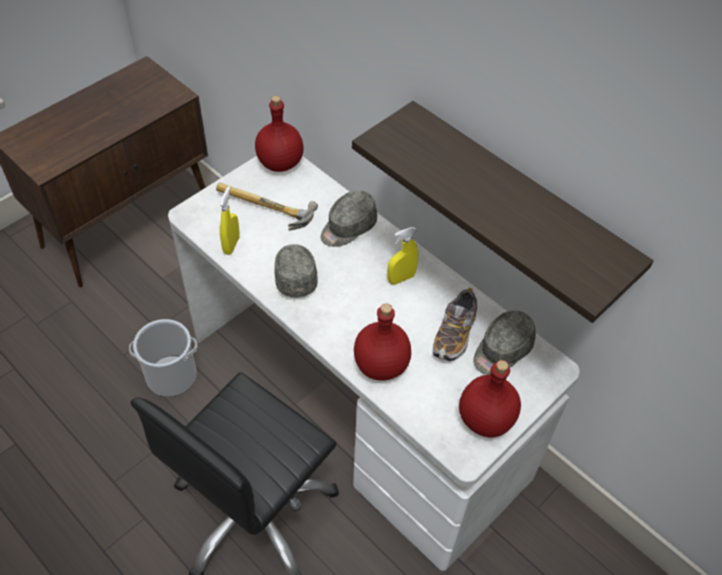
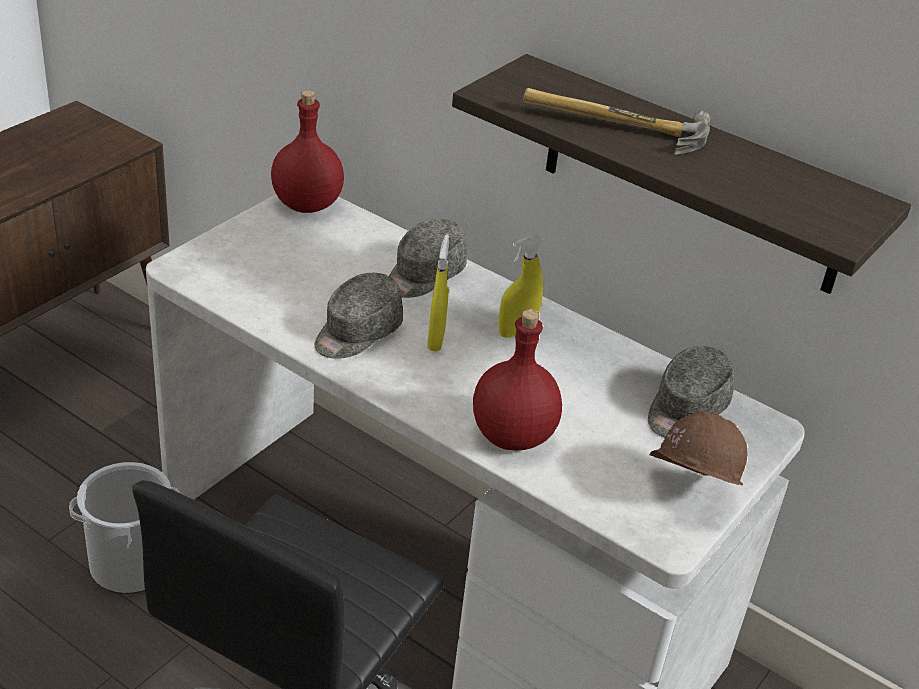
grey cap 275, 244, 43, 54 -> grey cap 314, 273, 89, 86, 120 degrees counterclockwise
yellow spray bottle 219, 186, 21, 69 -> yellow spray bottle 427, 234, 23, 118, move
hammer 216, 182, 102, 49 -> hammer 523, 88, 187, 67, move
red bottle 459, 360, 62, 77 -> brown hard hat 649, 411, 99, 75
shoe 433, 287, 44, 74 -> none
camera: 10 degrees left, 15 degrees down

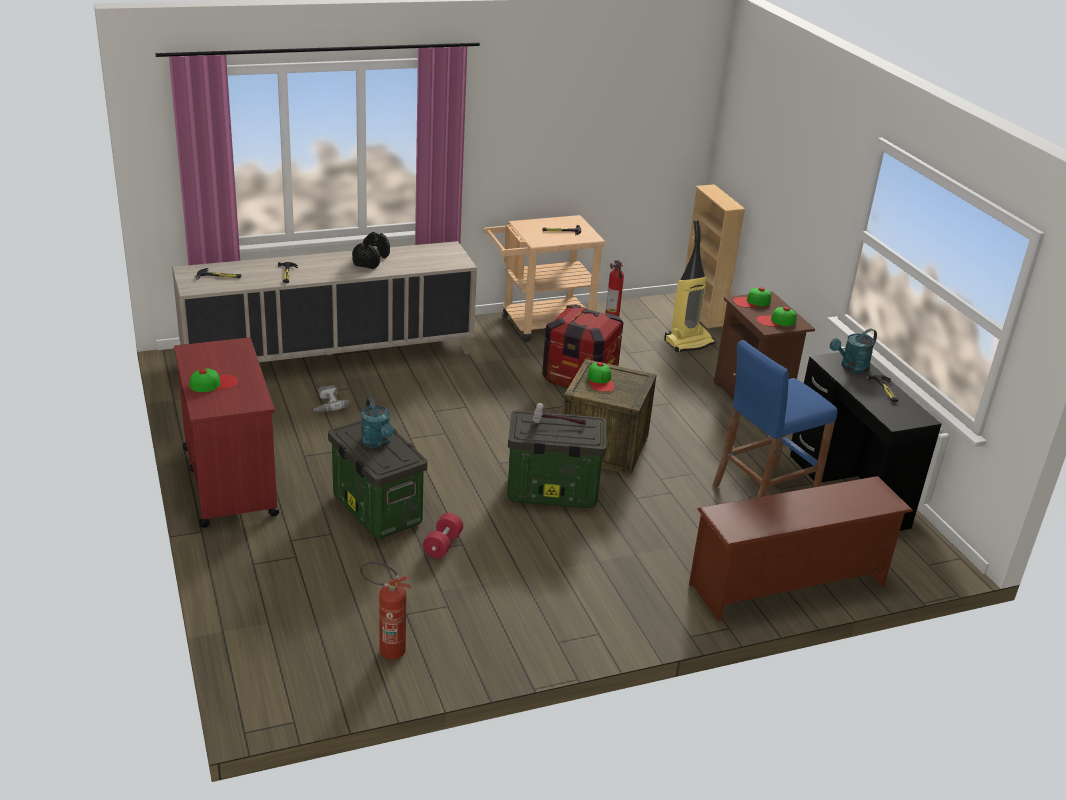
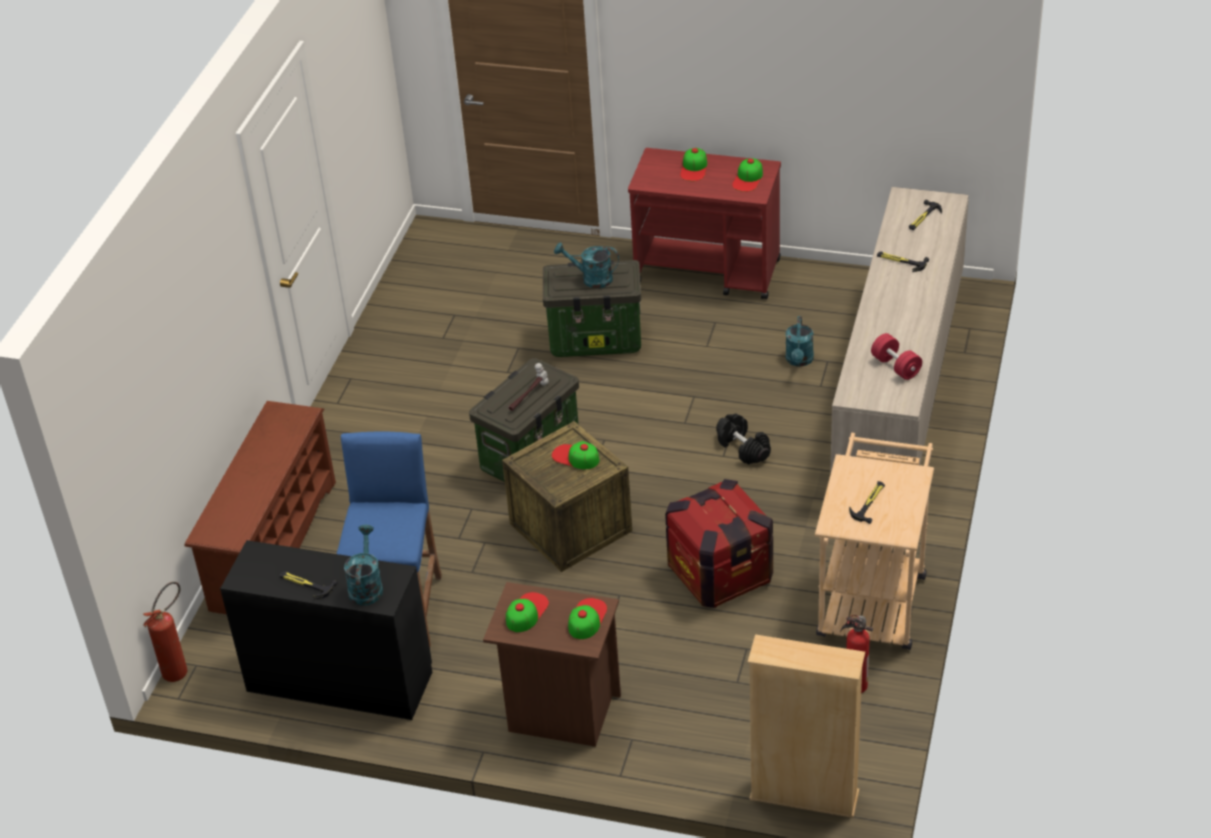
fire extinguisher 360, 561, 52, 99 -> fire extinguisher 143, 582, 44, 100, move
black dumbbell 352, 232, 38, 37 -> black dumbbell 716, 414, 55, 50, move
none -> cap 732, 158, 31, 34
power drill 313, 385, 36, 27 -> turquoise watering can 786, 316, 28, 51
red dumbbell 423, 513, 40, 45 -> red dumbbell 871, 333, 51, 47, move
vacuum cleaner 664, 220, 51, 132 -> none
camera: 130 degrees right, 10 degrees up

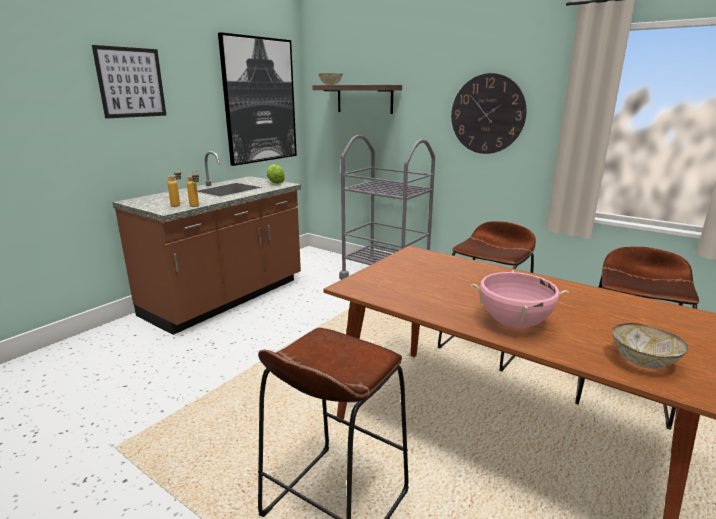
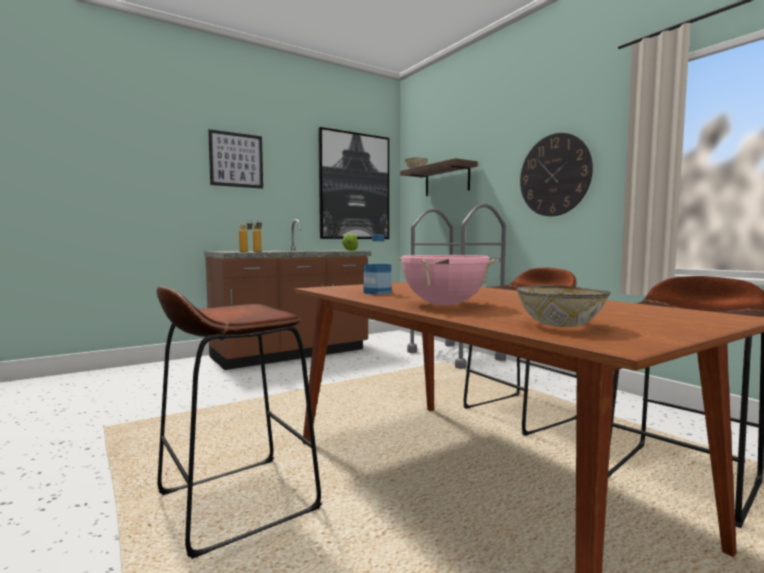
none -> bottle 363, 234, 29, 61
camera: 20 degrees right, 15 degrees down

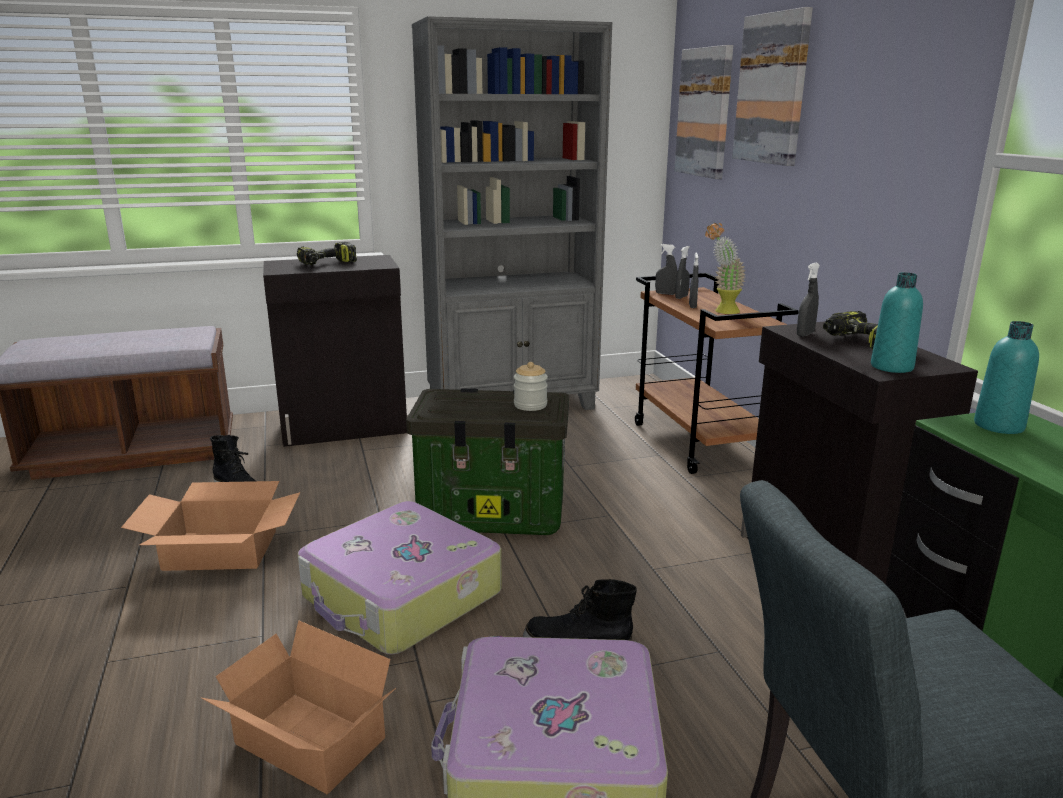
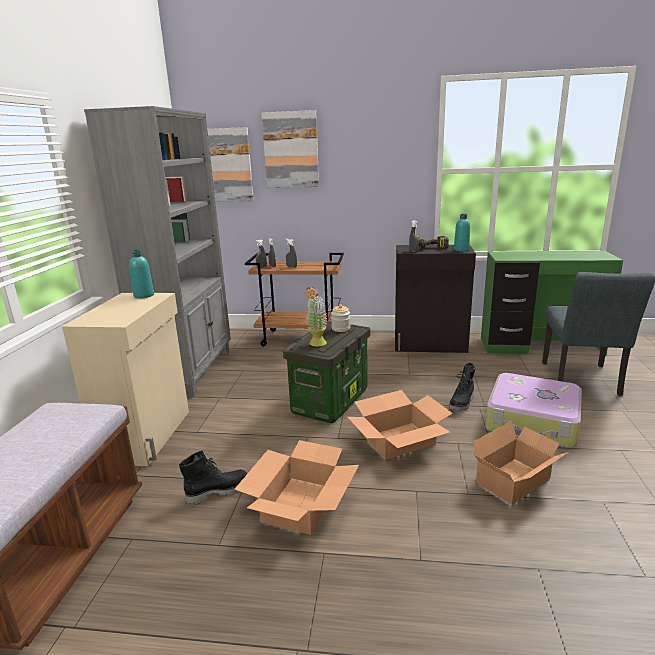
black cabinet 263, 255, 144, 192 -> beige cabinet 62, 293, 127, 173
turquoise bottle 974, 321, 65, 113 -> turquoise bottle 129, 250, 25, 48, move
potted plant 705, 223, 41, 91 -> potted plant 304, 286, 24, 60, move
suitcase 298, 501, 204, 154 -> cardboard box 347, 390, 106, 70
power drill 297, 242, 60, 23 -> none
camera: 65 degrees left, 0 degrees up

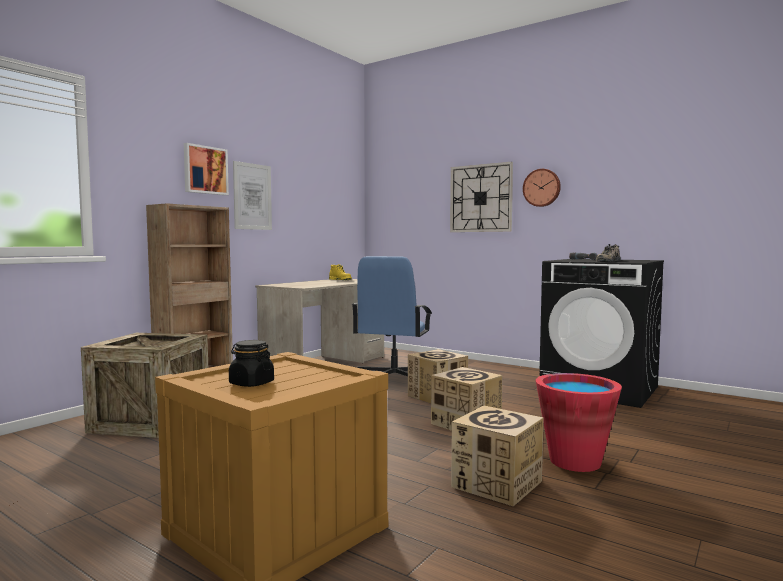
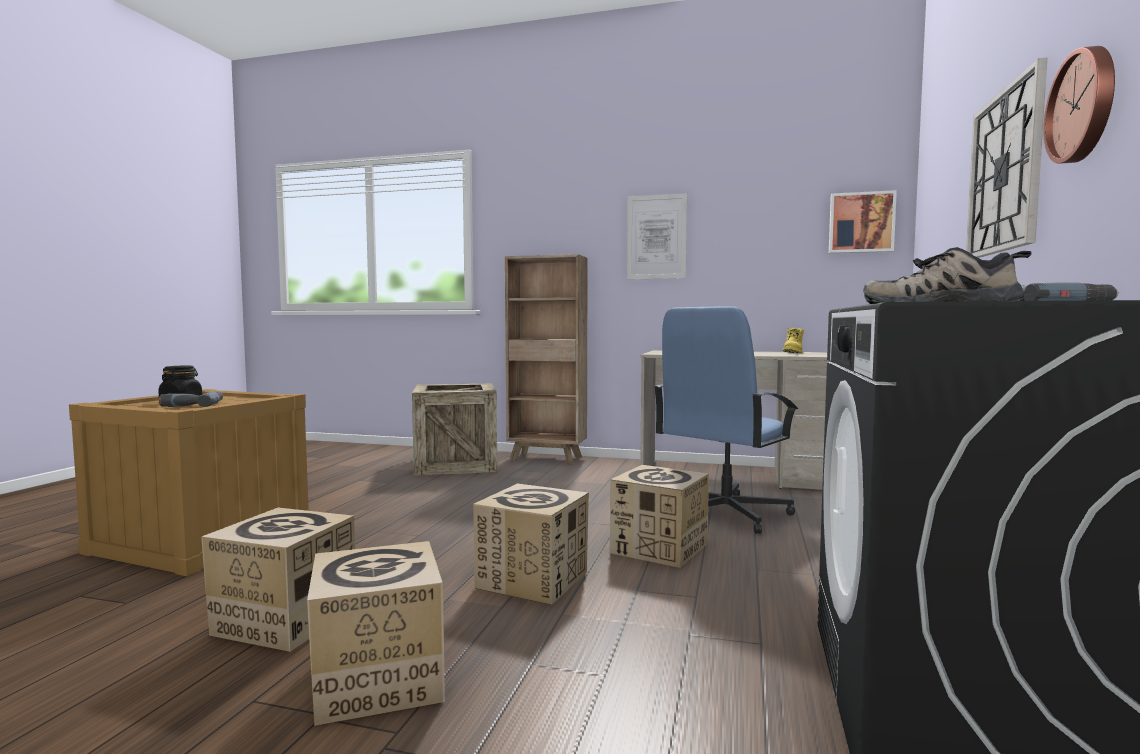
none -> power drill 159, 391, 64, 16
red bucket 536, 373, 86, 99 -> cardboard box 307, 541, 138, 185
blue office chair 352, 256, 80, 120 -> blue office chair 653, 306, 145, 228, 45 degrees counterclockwise
picture 184, 143, 45, 52 -> picture 829, 190, 68, 63, move
camera: 70 degrees right, 0 degrees up

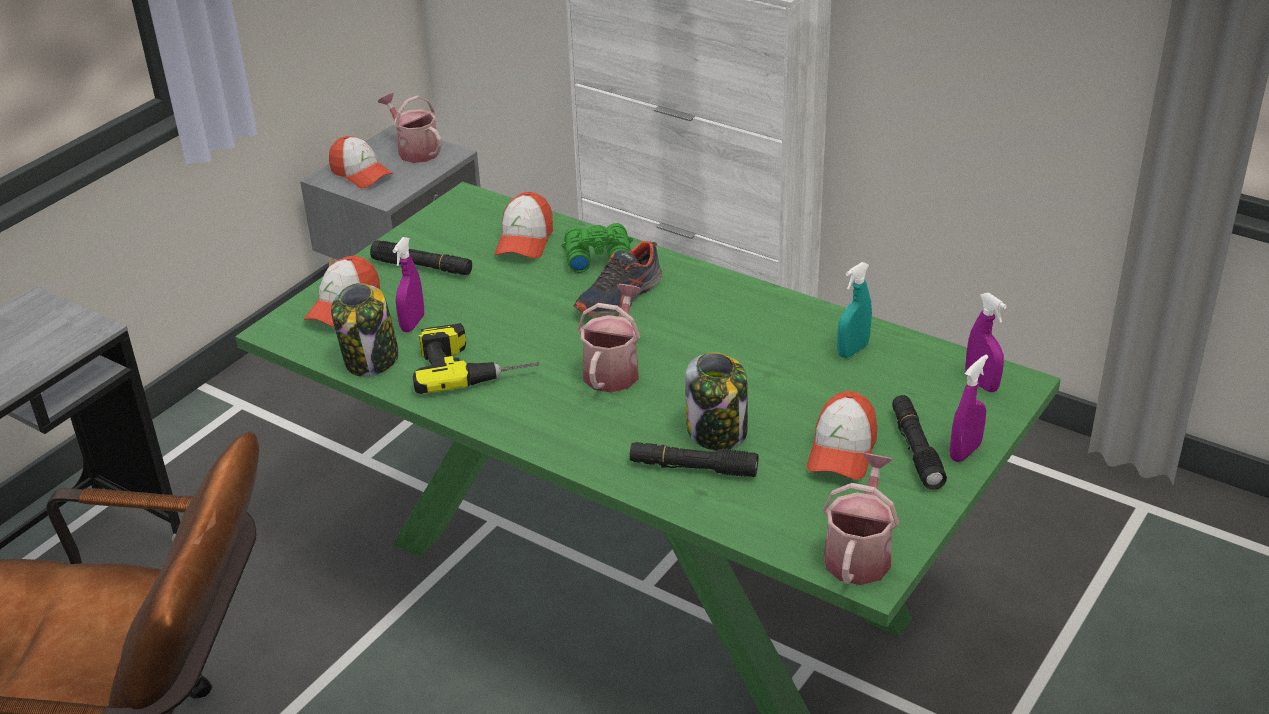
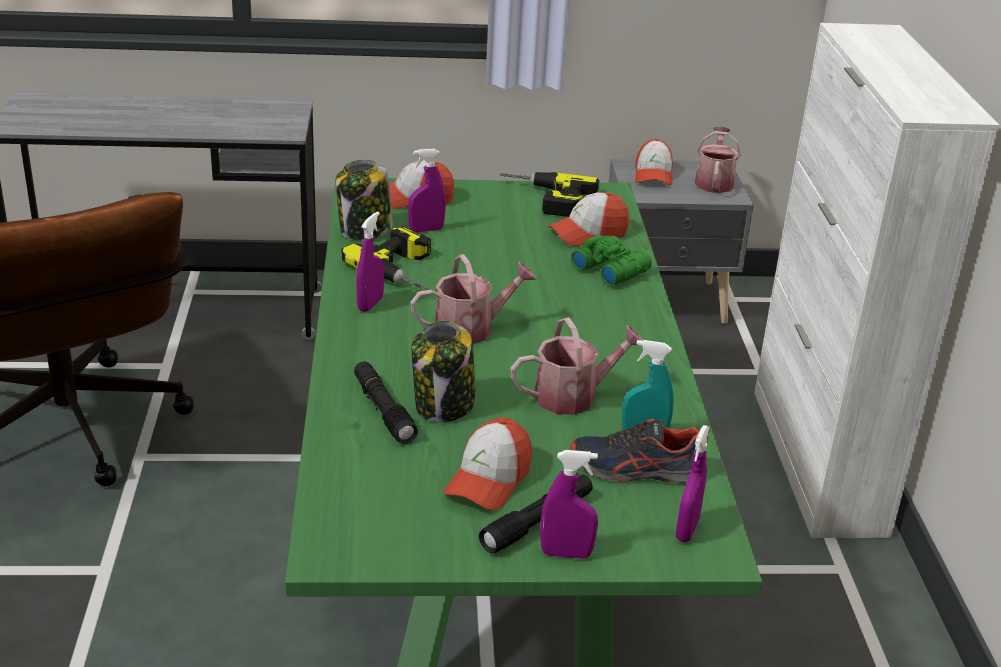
none -> purple spray bottle 356, 211, 28, 101
cap 807, 391, 70, 89 -> cap 444, 417, 88, 93, 45 degrees counterclockwise
none -> power drill 500, 172, 100, 45
watering can 823, 453, 76, 132 -> watering can 511, 317, 132, 98, move
shoe 574, 241, 89, 76 -> shoe 570, 419, 139, 64, move
black flashlight 370, 240, 102, 35 -> none
camera: 50 degrees right, 5 degrees down

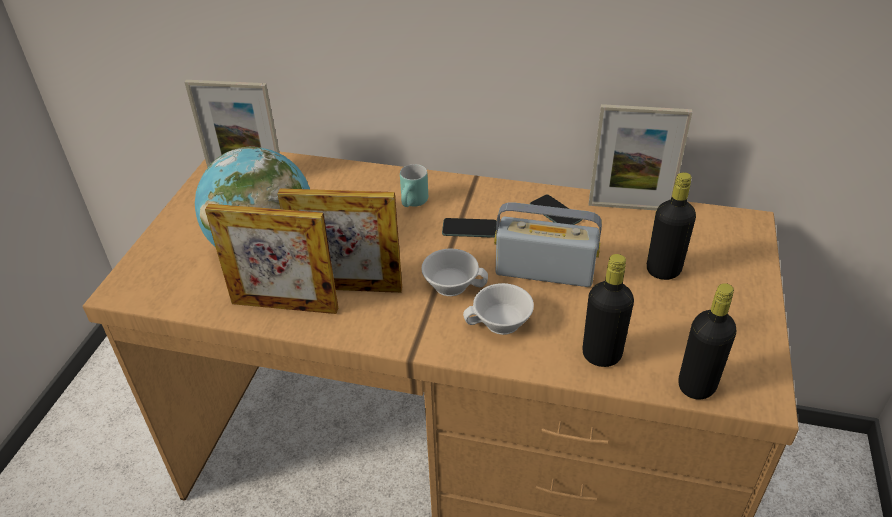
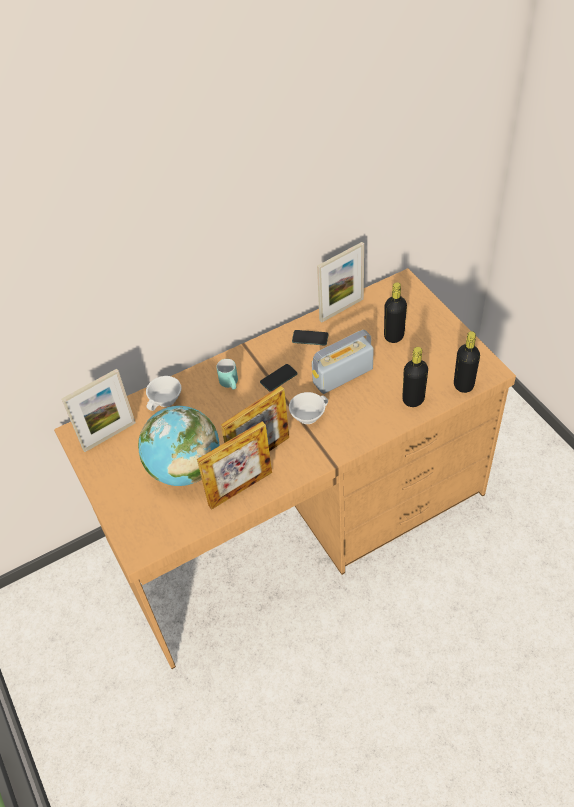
white cup 463, 283, 71, 52 -> white cup 146, 376, 35, 35, move
camera: 40 degrees left, 10 degrees up

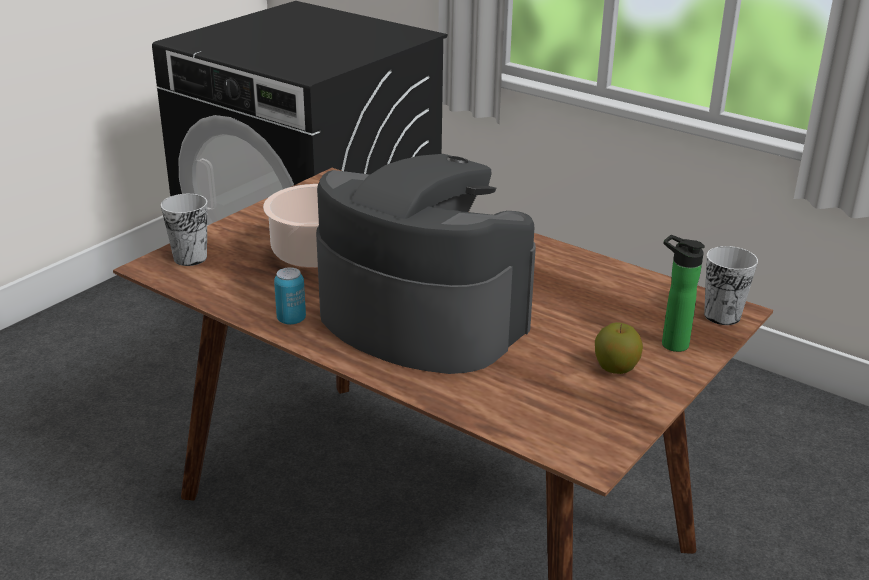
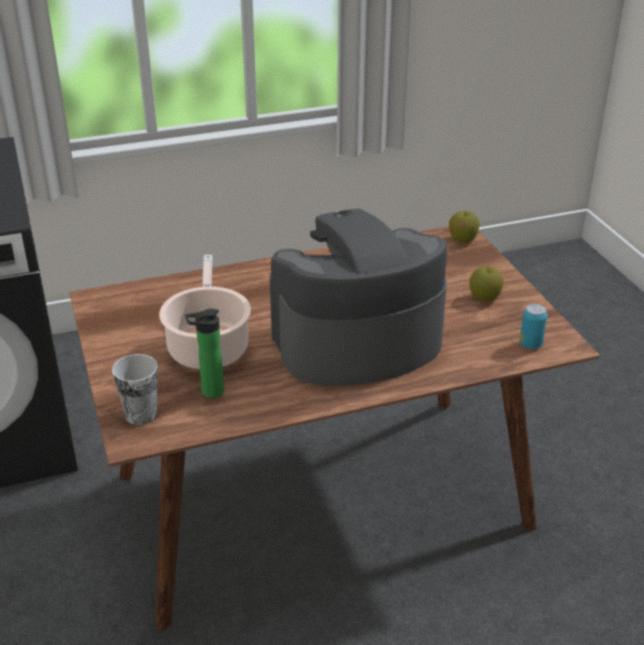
bottle 662, 235, 43, 117 -> bottle 185, 309, 39, 89, move
cup 704, 246, 54, 79 -> apple 449, 211, 31, 32
can 274, 267, 32, 58 -> can 520, 304, 27, 45, move
camera: 55 degrees left, 5 degrees up

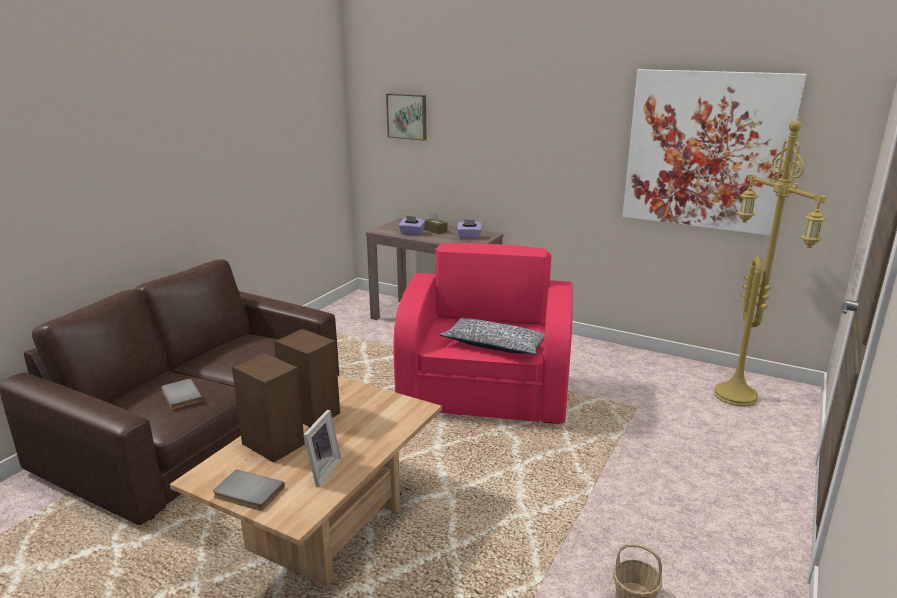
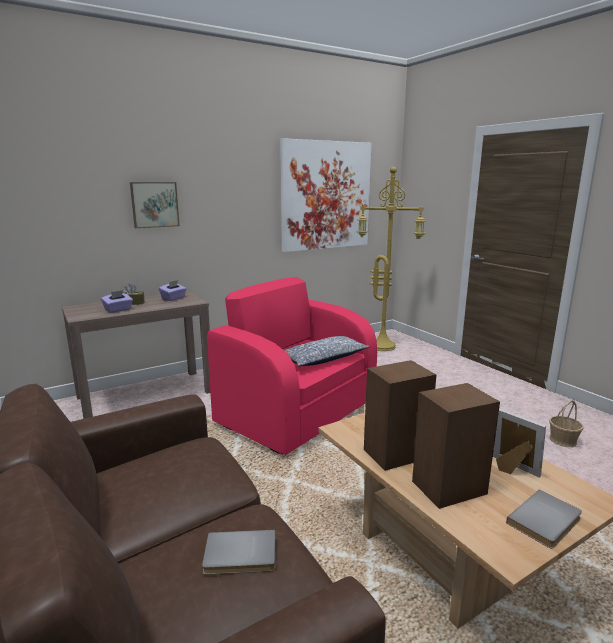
picture 386, 93, 41, 48 -> picture 130, 182, 50, 46, move
camera: 60 degrees left, 5 degrees down

